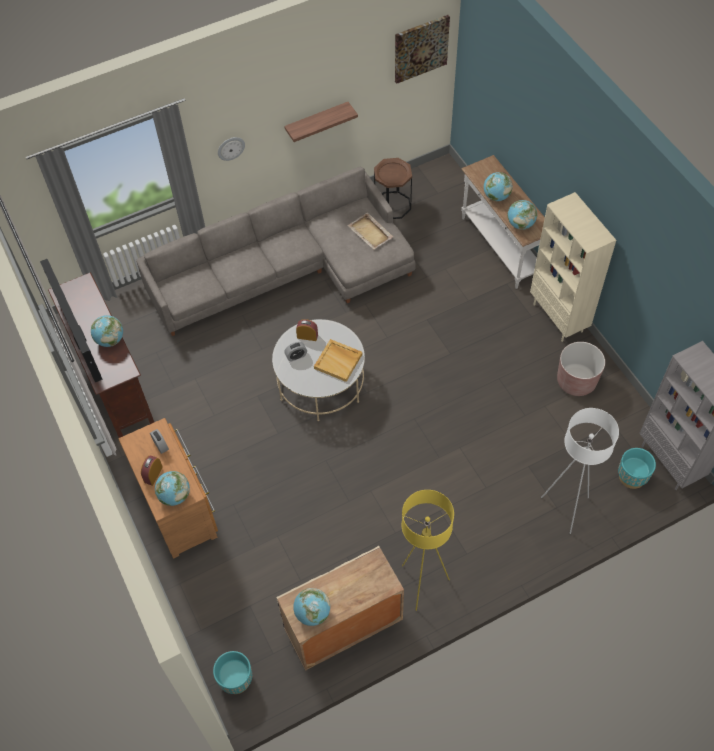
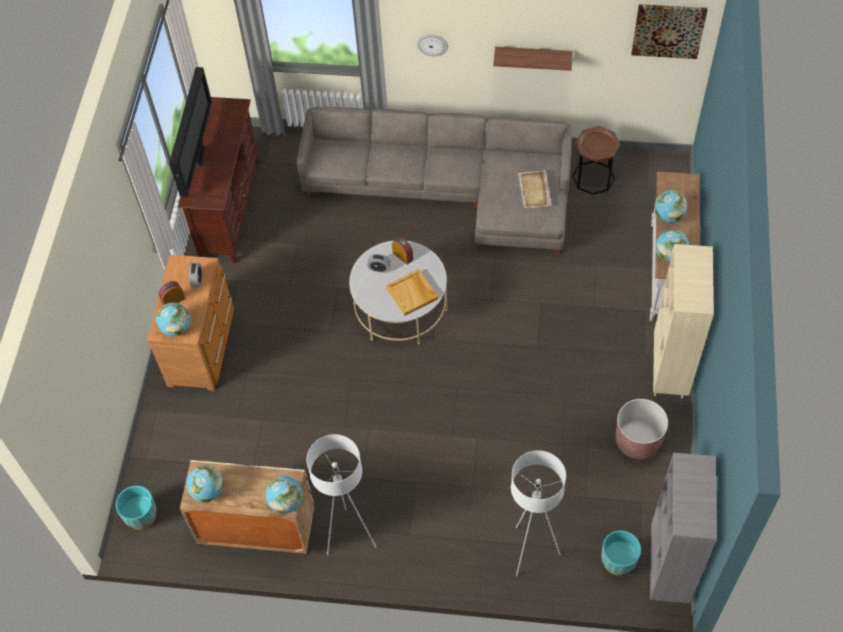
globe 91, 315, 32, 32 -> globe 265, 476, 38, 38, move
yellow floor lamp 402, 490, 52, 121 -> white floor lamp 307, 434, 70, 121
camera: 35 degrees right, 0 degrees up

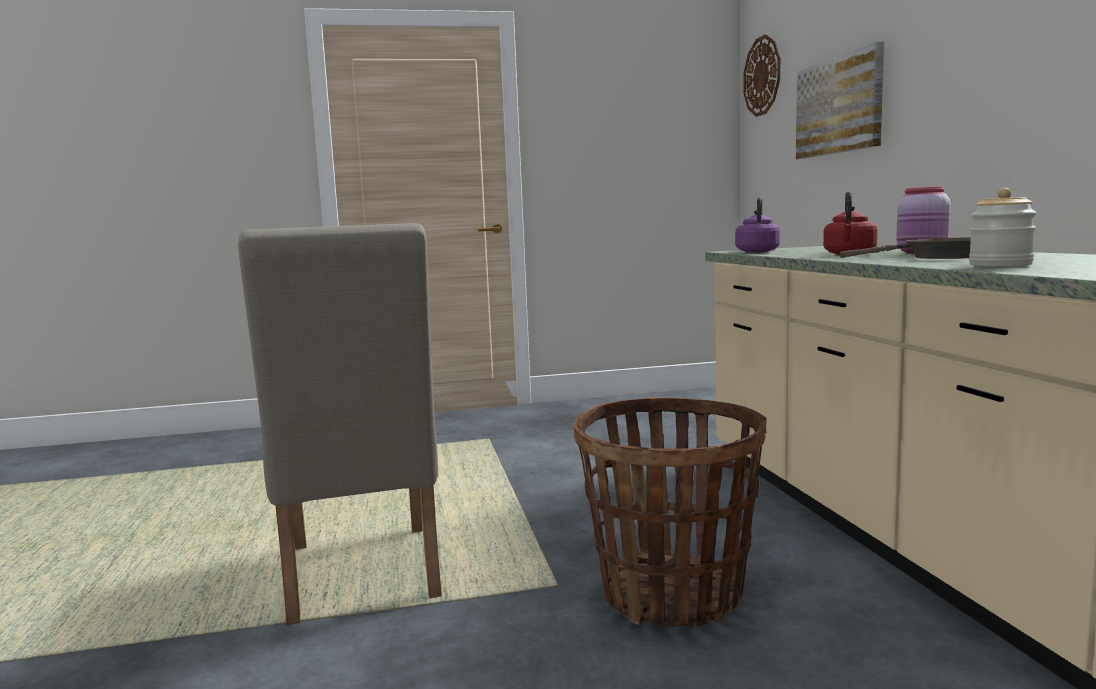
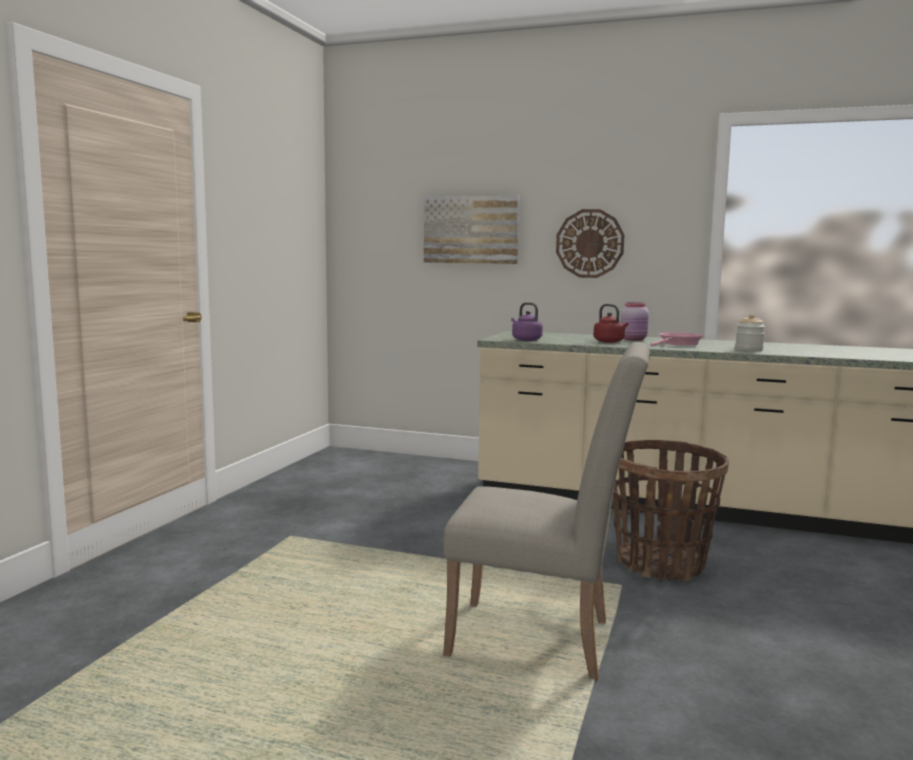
wall clock 743, 34, 37, 83 -> wall clock 556, 209, 68, 69, move
brown frying pan 840, 237, 131, 22 -> pink frying pan 650, 332, 54, 15
camera: 60 degrees left, 0 degrees up

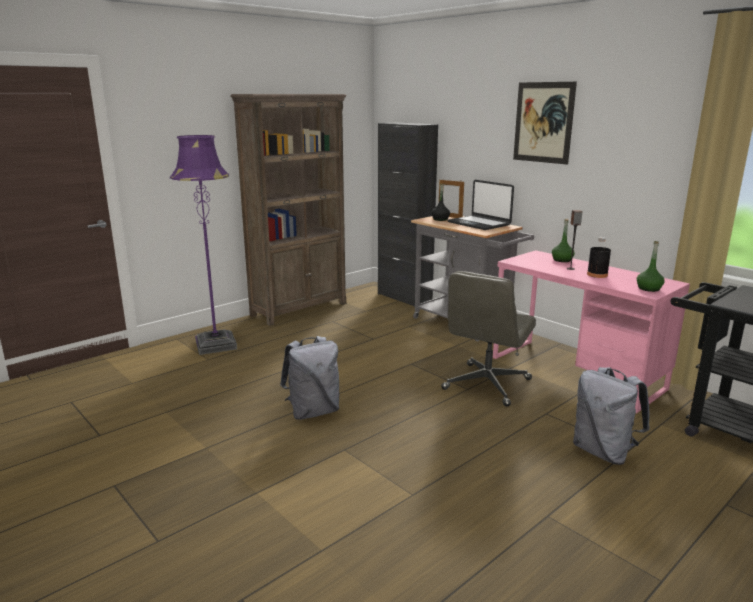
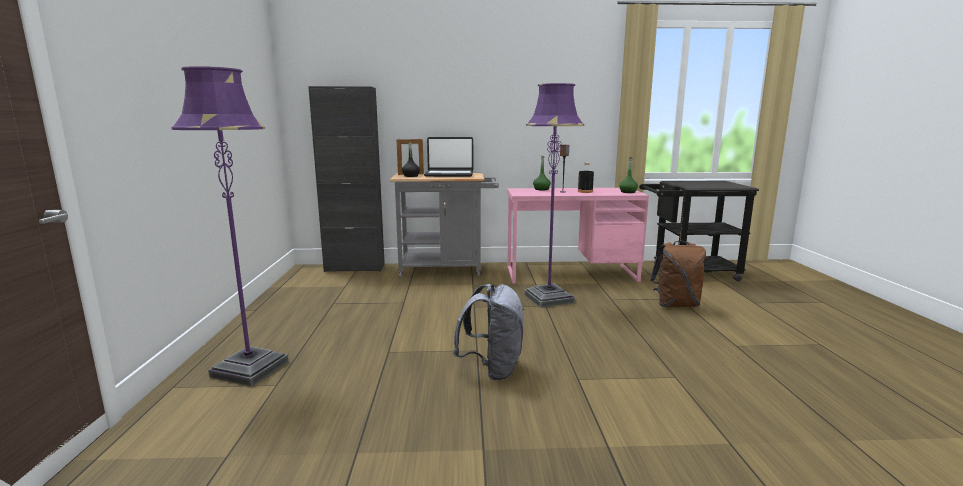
grey office chair 441, 271, 95, 136 -> purple floor lamp 525, 83, 59, 225
grey backpack 573, 367, 77, 98 -> brown backpack 650, 241, 56, 66
brown bookcase 230, 94, 116, 232 -> none
picture 513, 82, 64, 83 -> none
camera: 50 degrees left, 5 degrees down

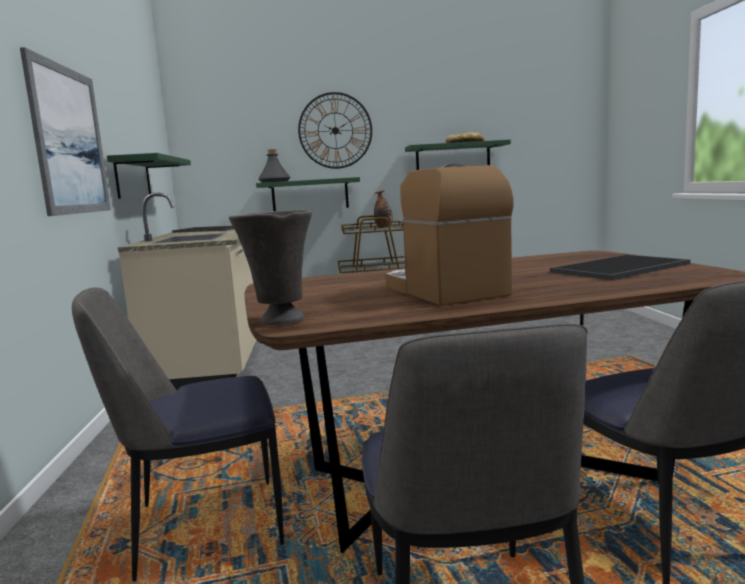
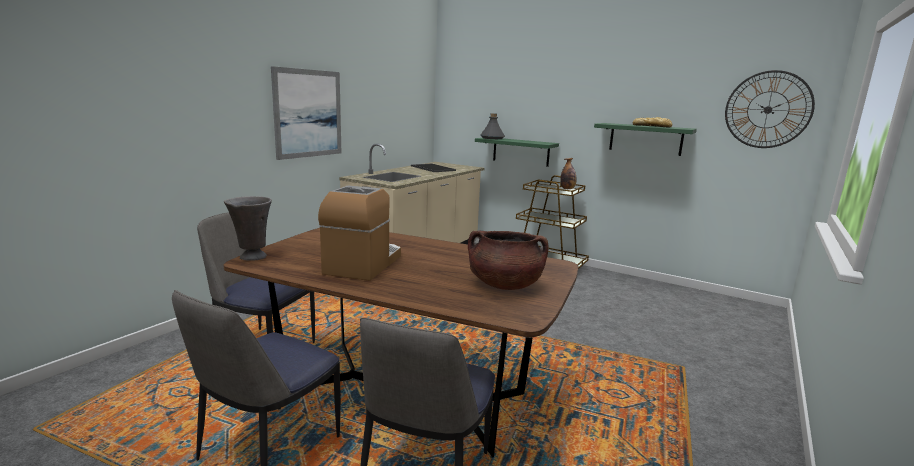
tray 550, 254, 141, 26 -> brown cooking pot 468, 231, 81, 59
wall clock 298, 92, 74, 77 -> wall clock 725, 70, 90, 78, move
green shelf 107, 153, 84, 46 -> none
camera: 35 degrees right, 5 degrees up

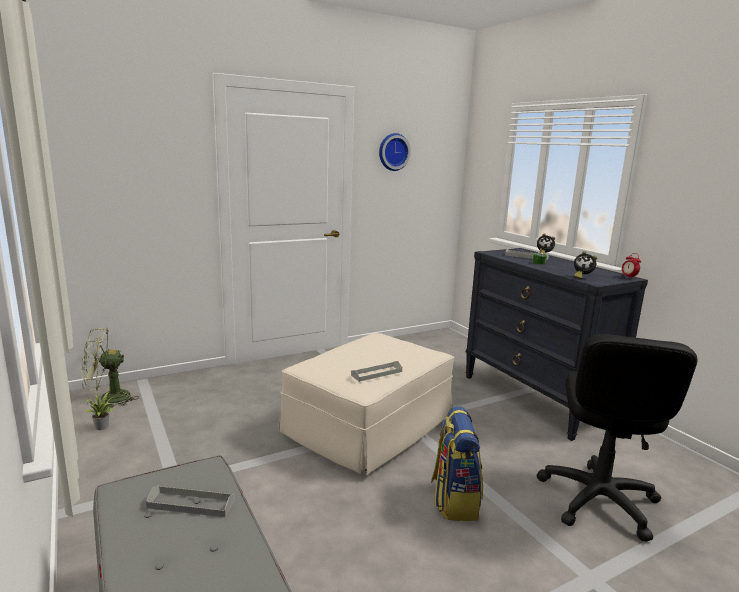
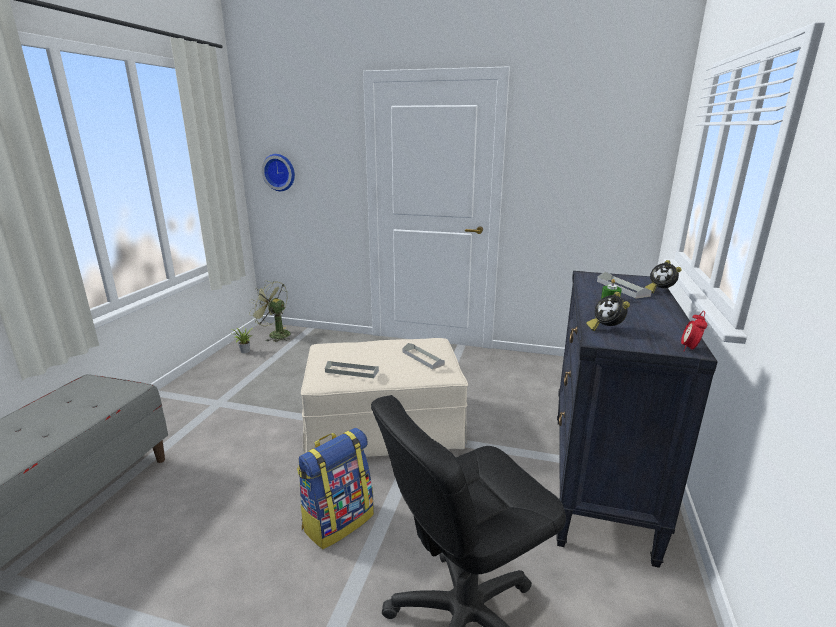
wall clock 379, 133, 32, 38 -> wall clock 262, 154, 33, 37, move
grey tray 146, 485, 89, 32 -> grey tray 402, 343, 43, 27, move
camera: 45 degrees right, 5 degrees up

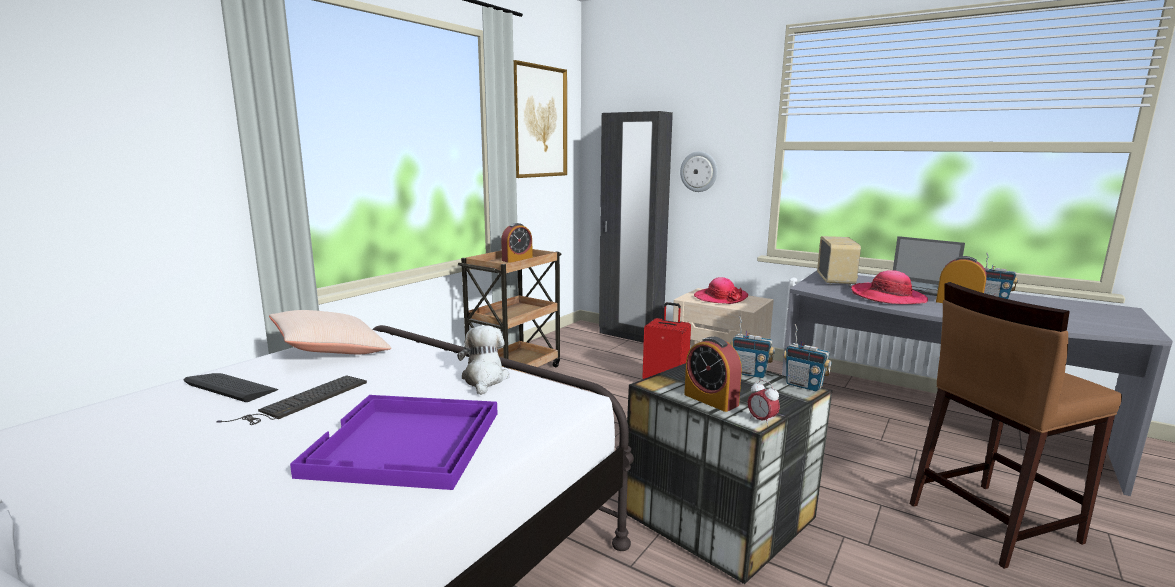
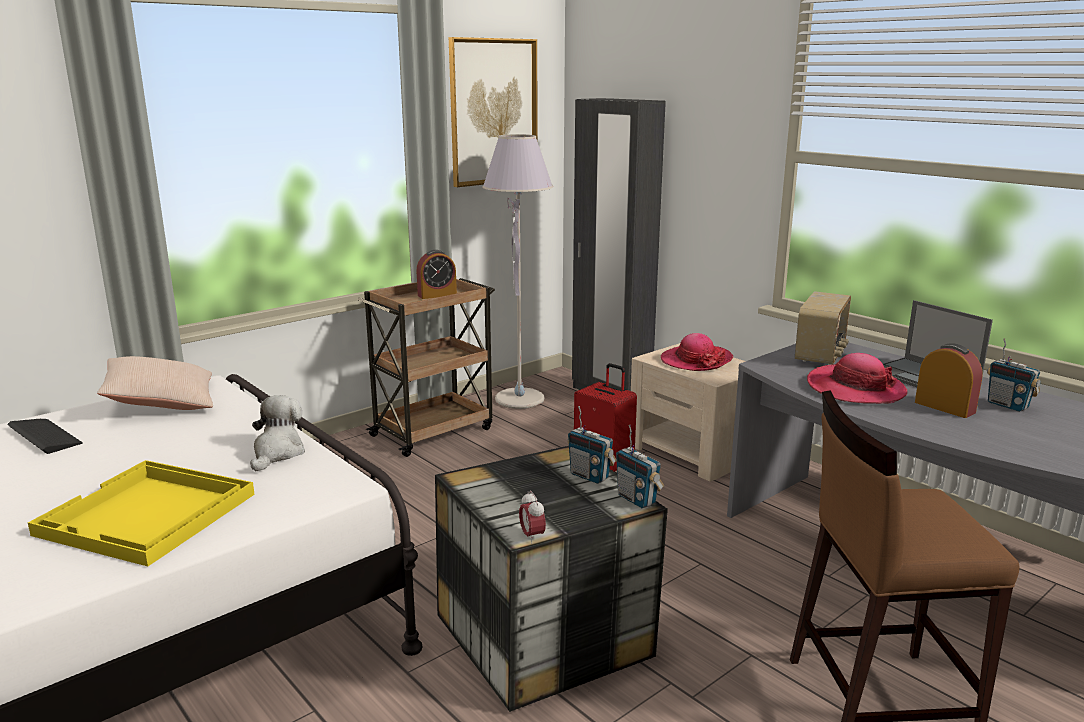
purple tray 290, 395, 207, 95 -> yellow tray 28, 460, 227, 106
none -> grey floor lamp 482, 134, 71, 275
keyboard 216, 376, 151, 49 -> none
wall clock 680, 151, 38, 41 -> none
alarm clock 684, 336, 58, 76 -> none
camera: 15 degrees right, 5 degrees up

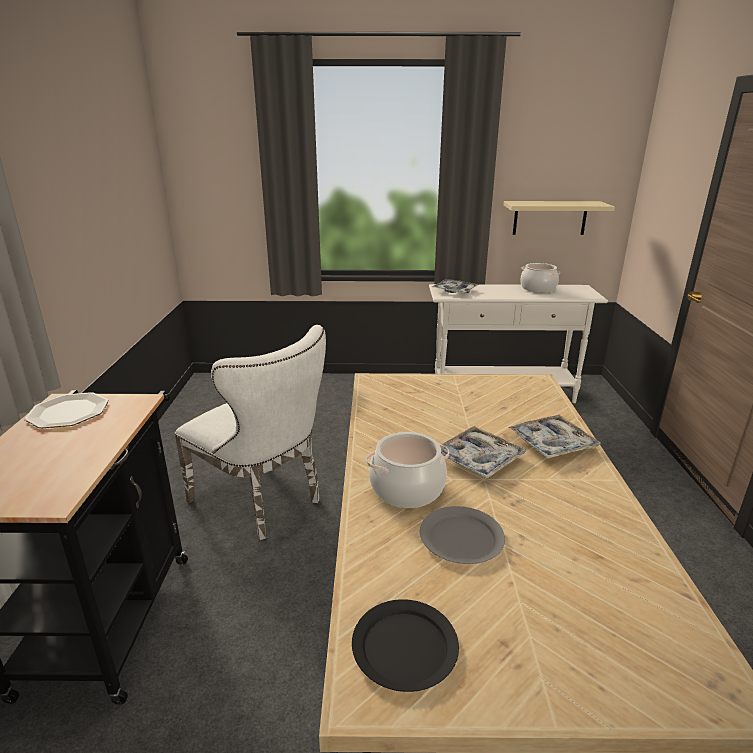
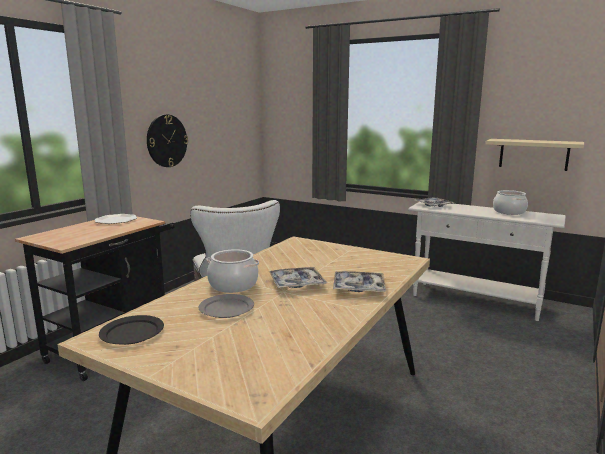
none -> wall clock 147, 114, 41, 53
camera: 30 degrees right, 10 degrees down

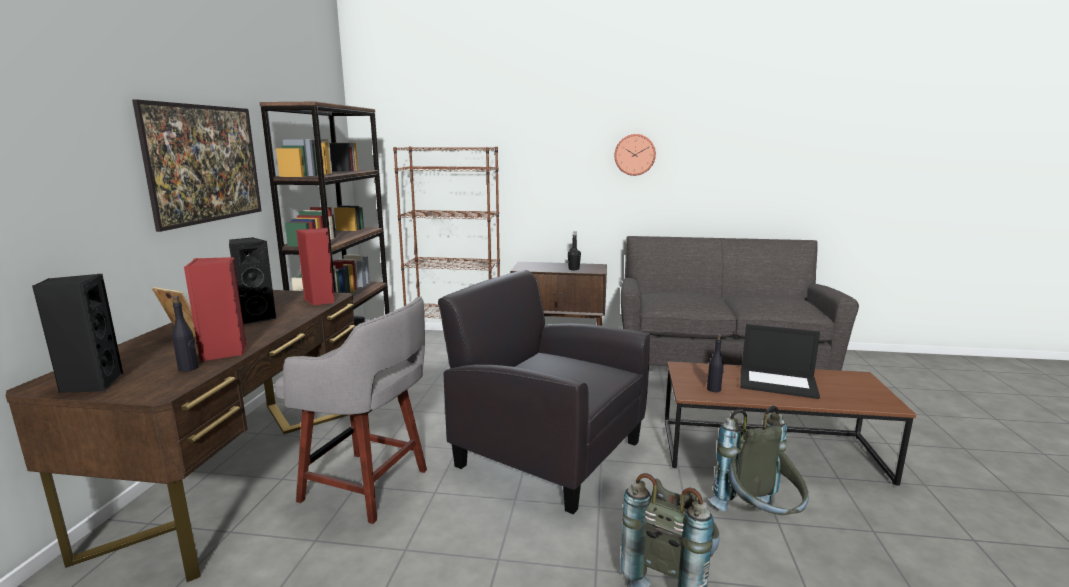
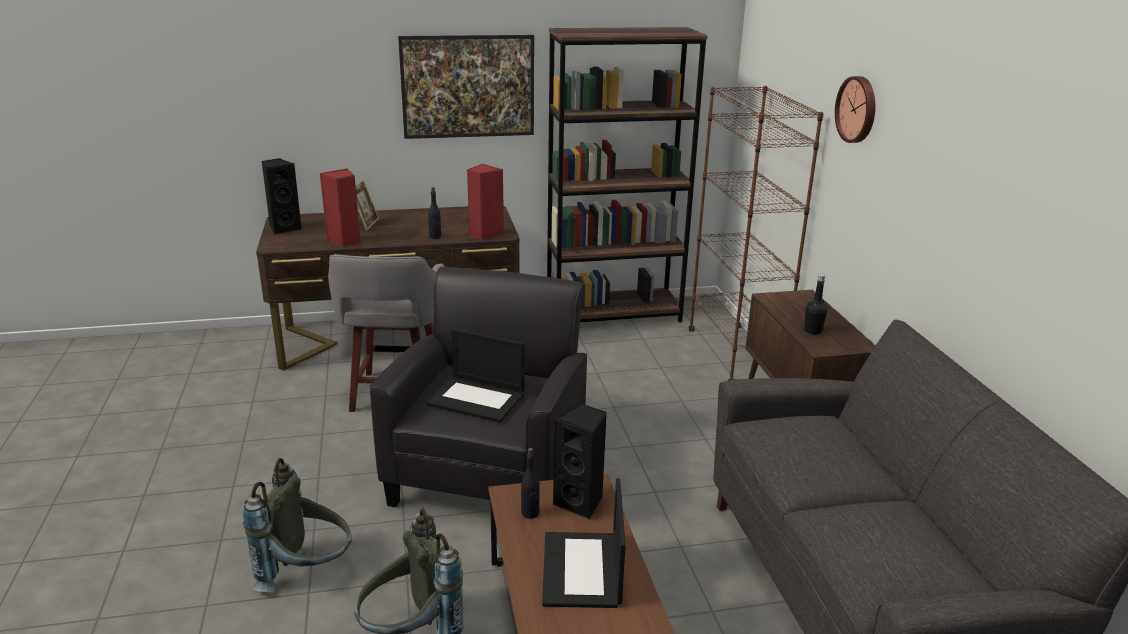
none -> laptop 426, 329, 99, 93
black bottle 172, 296, 26, 76 -> black bottle 428, 187, 13, 52, move
black speaker 229, 237, 48, 87 -> black speaker 553, 403, 54, 116, move
wall clock 614, 134, 42, 42 -> wall clock 835, 76, 41, 67, move
camera: 70 degrees right, 10 degrees up

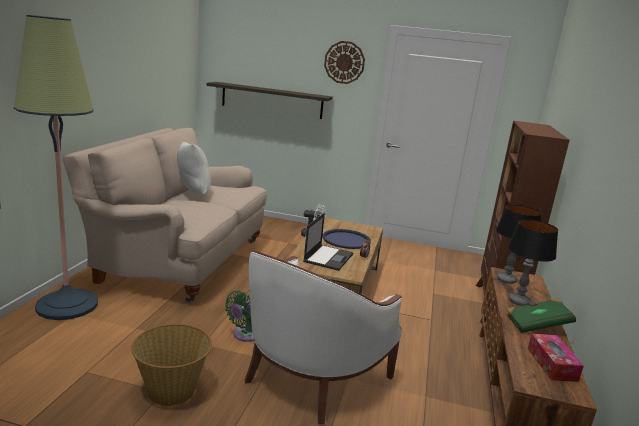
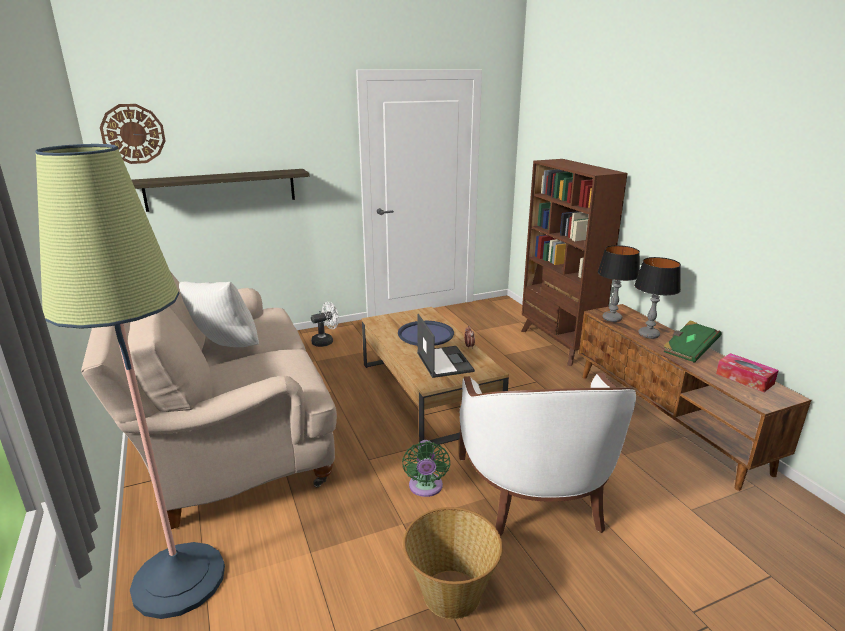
wall clock 324, 41, 41, 43 -> wall clock 100, 104, 66, 60, move
camera: 35 degrees left, 5 degrees up

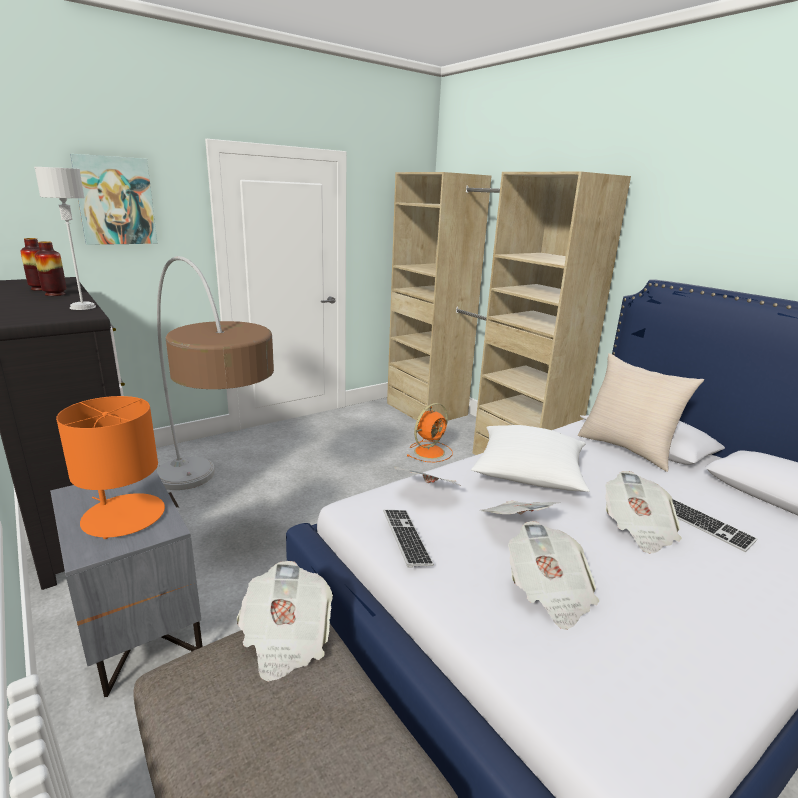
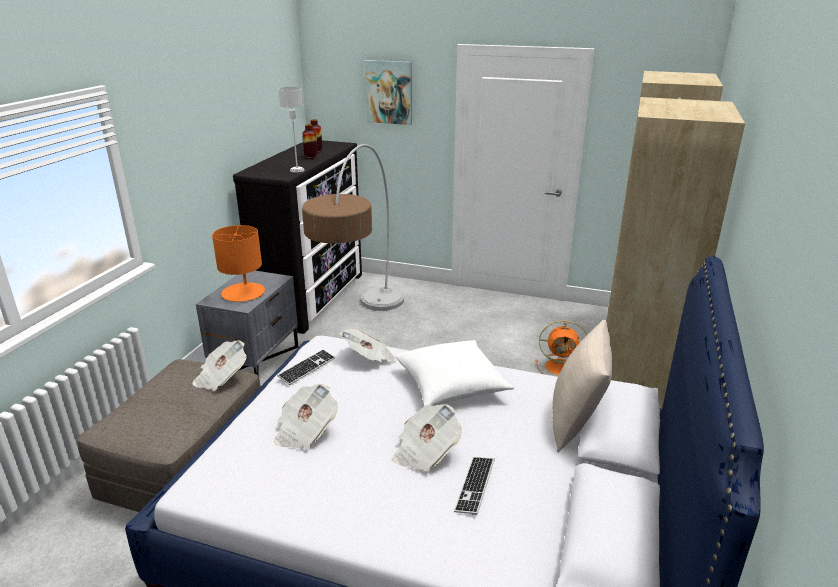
newspaper 483, 501, 76, 13 -> none
camera: 55 degrees right, 5 degrees up

